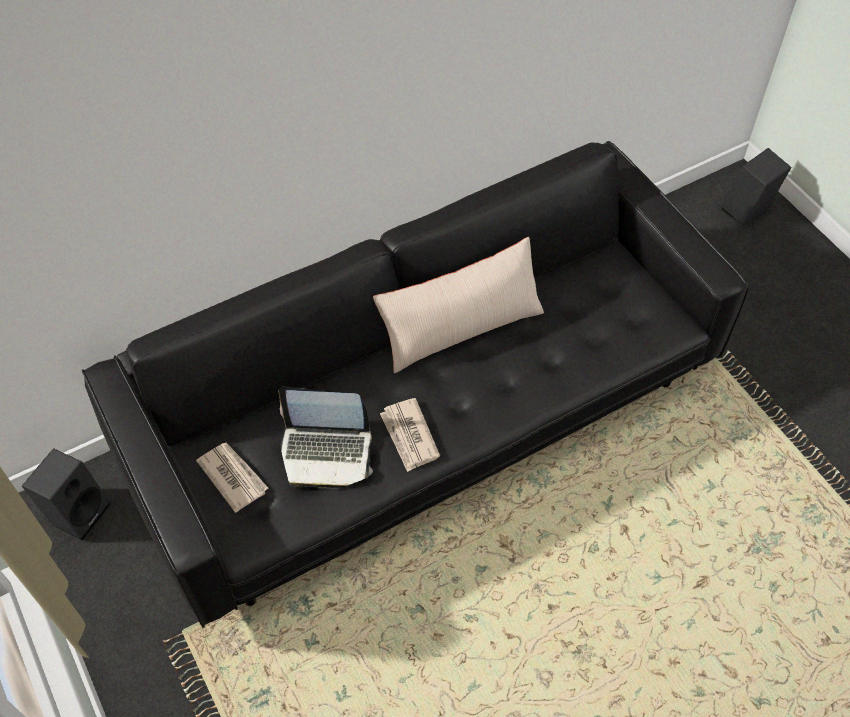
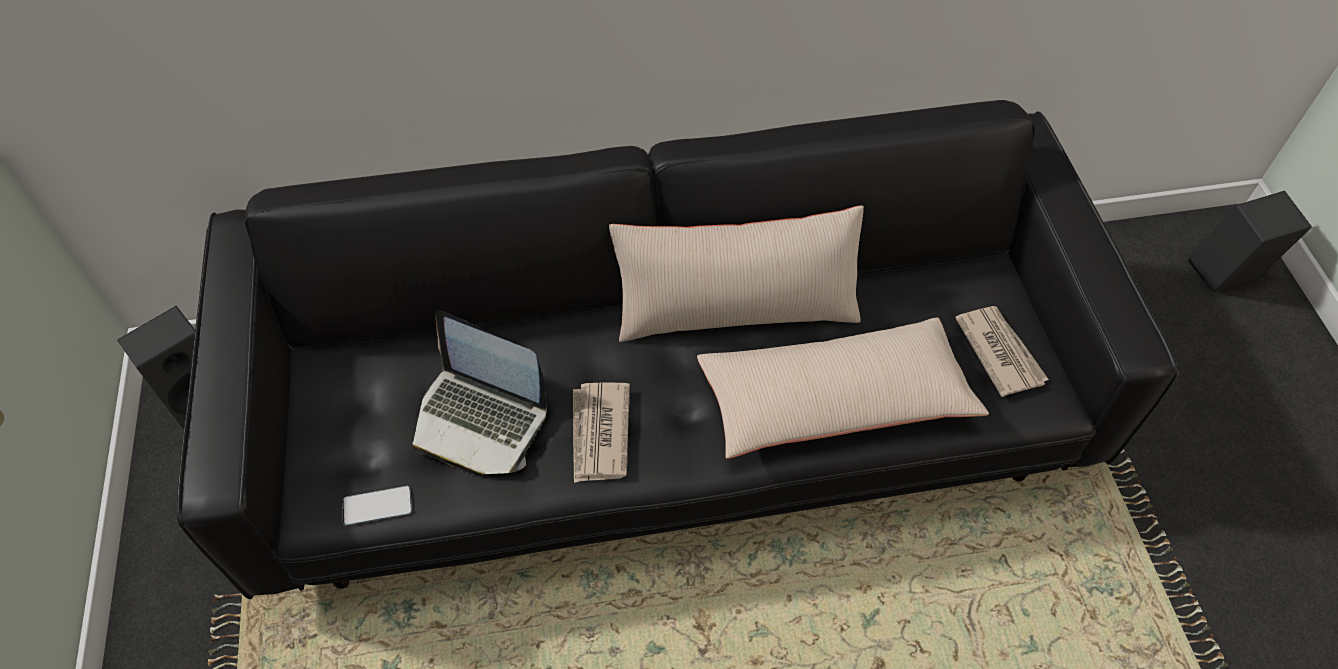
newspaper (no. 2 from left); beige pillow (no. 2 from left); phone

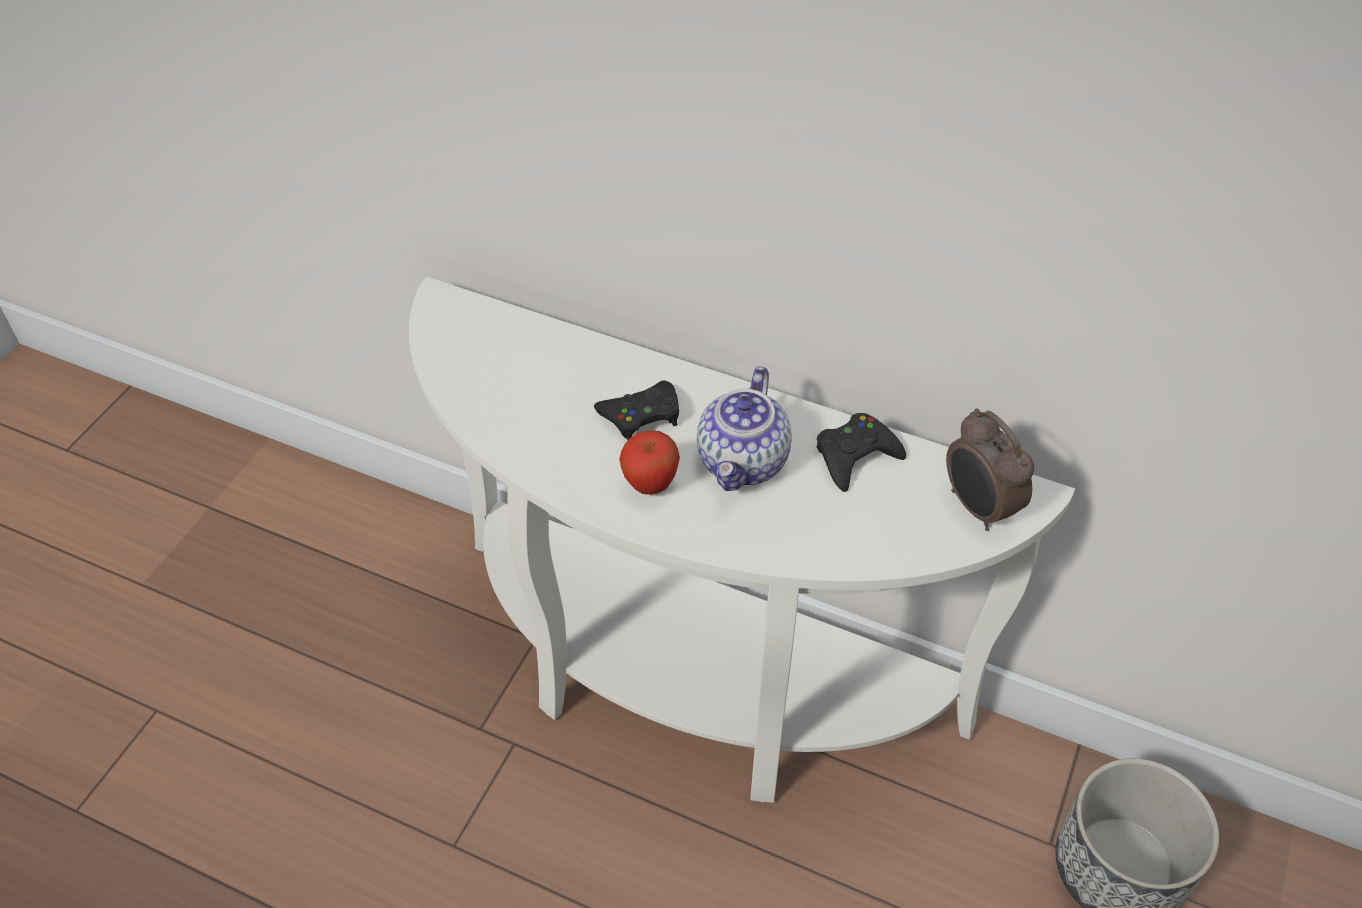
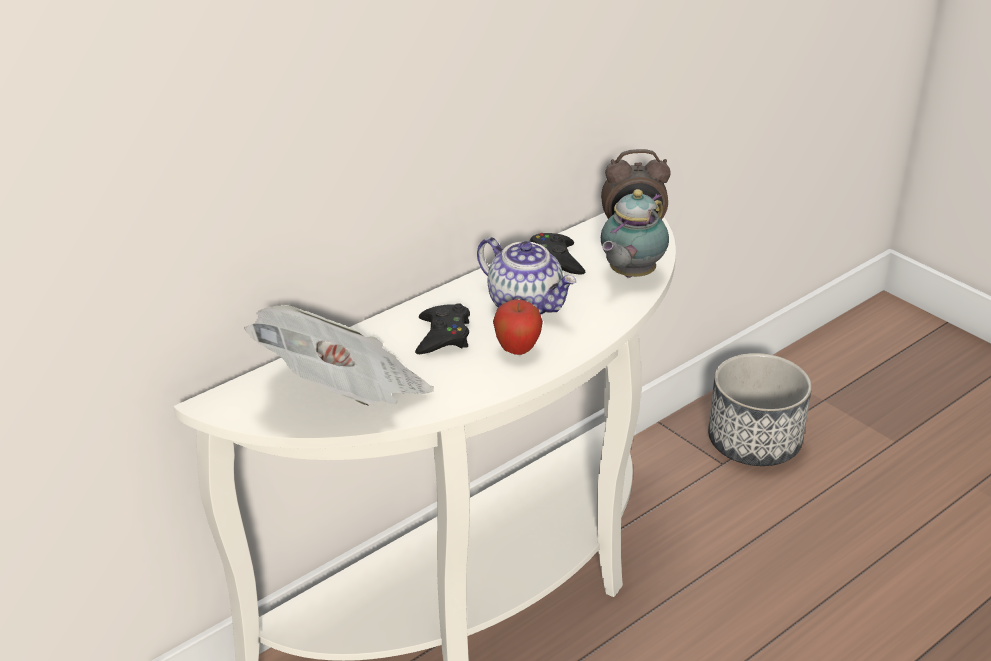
teapot (no. 2 from left); newspaper

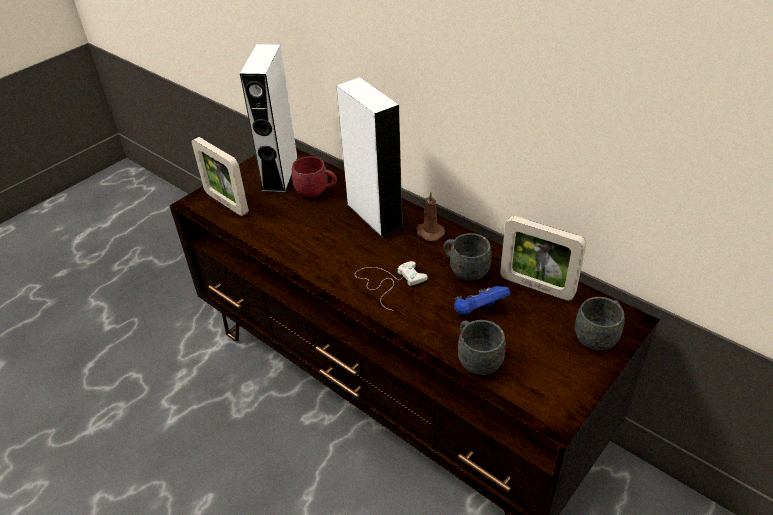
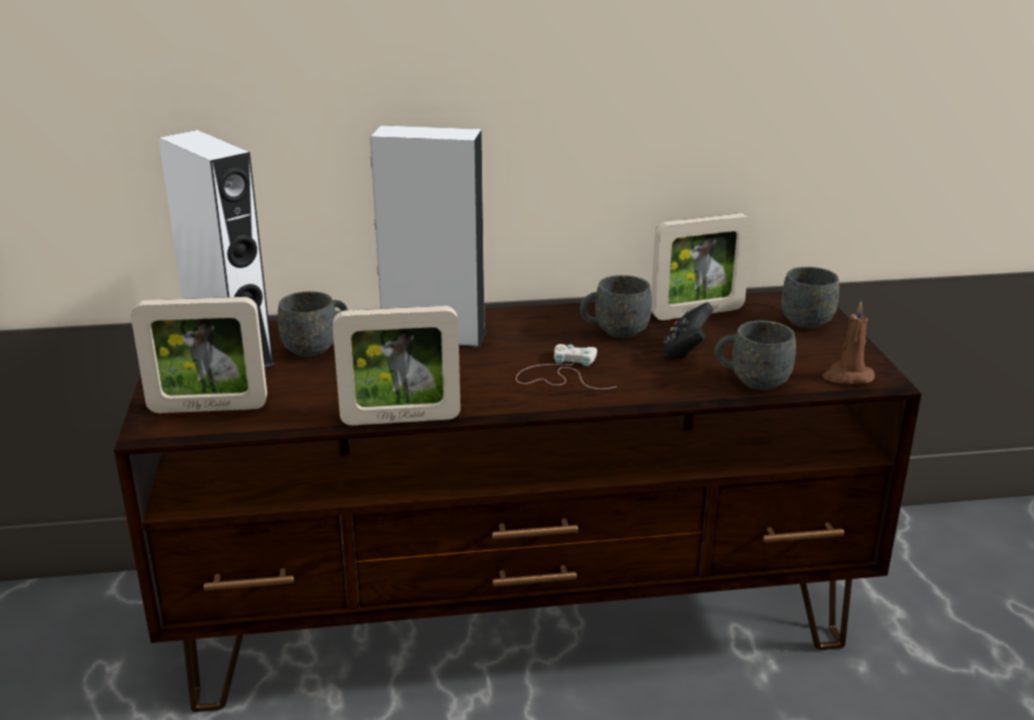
grey mug (no. 1 from left); brown candle; black game controller; picture frame (no. 2 from left)

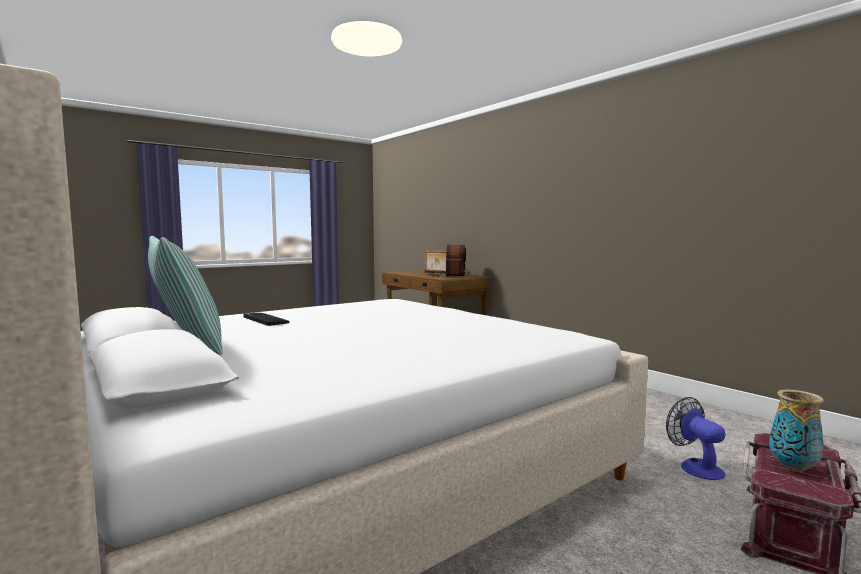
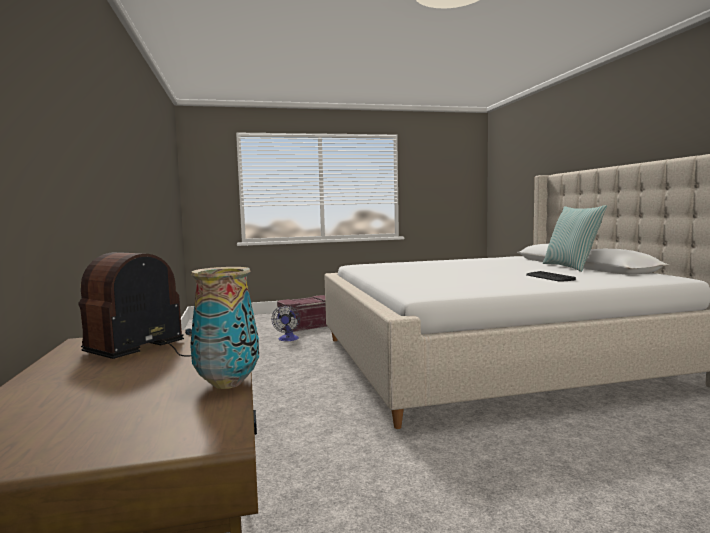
picture frame; vase

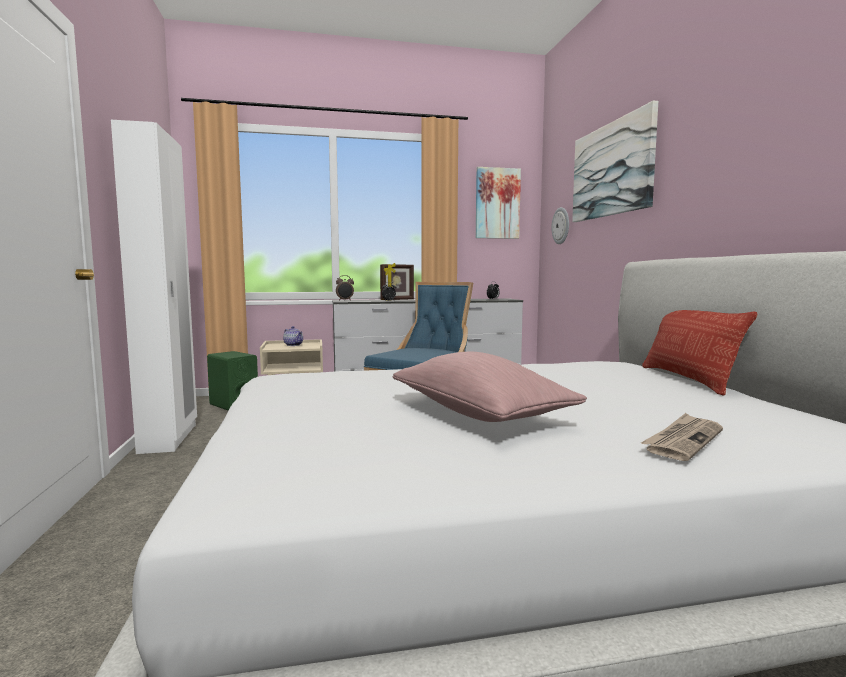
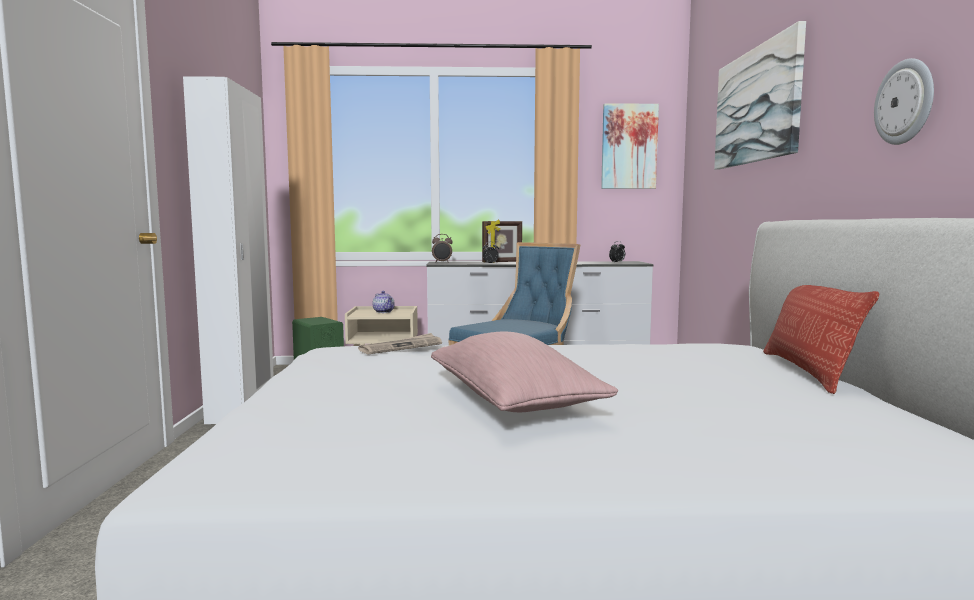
wall clock; newspaper

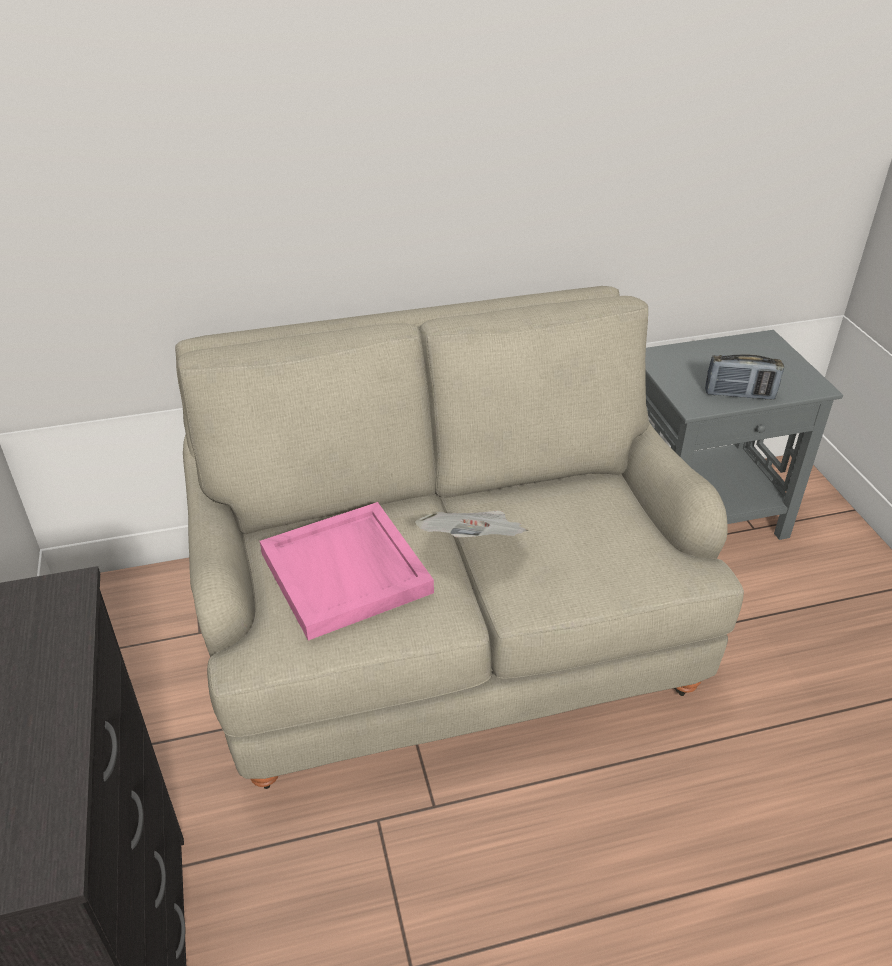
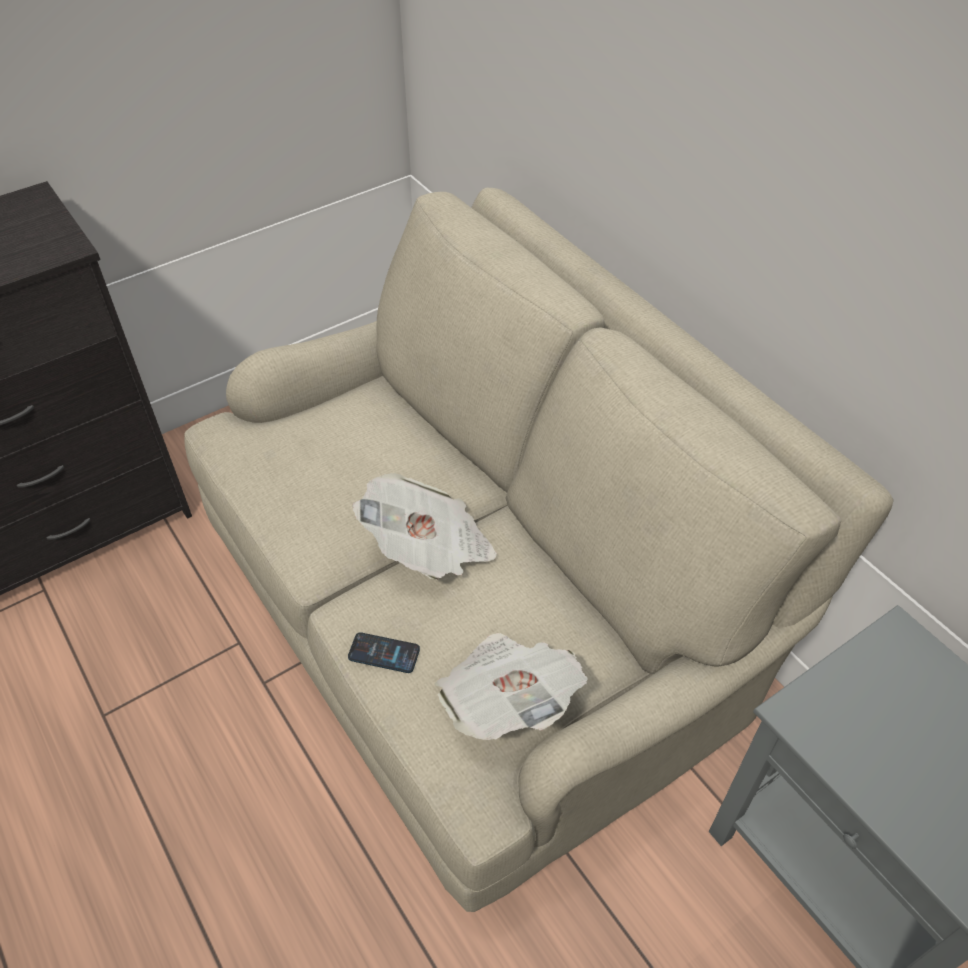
radio; pink tray; phone; newspaper (no. 2 from left)

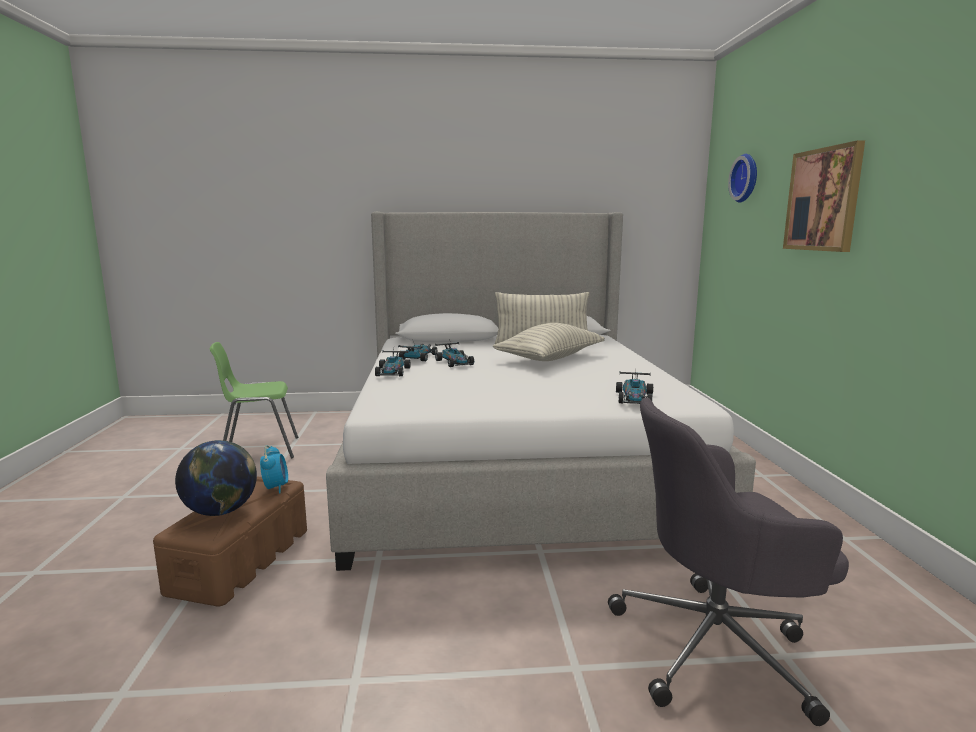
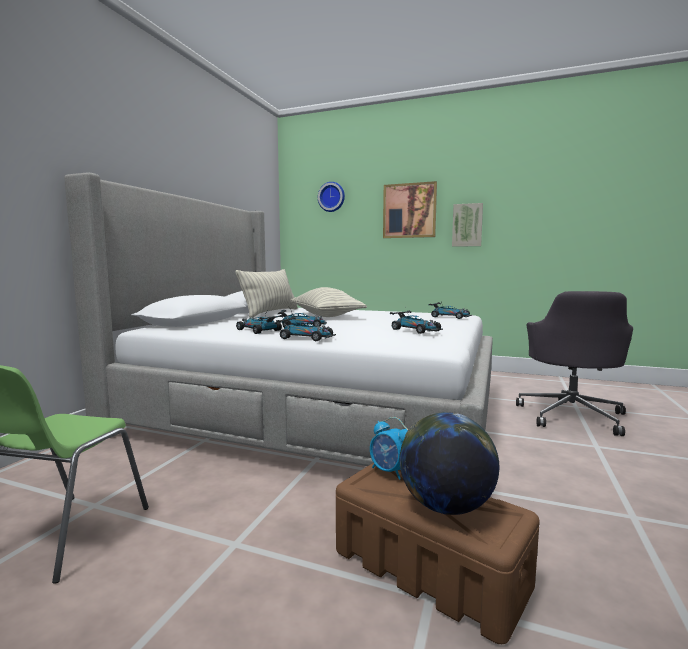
alarm clock; picture (no. 2 from left); toy car (no. 4 from left)

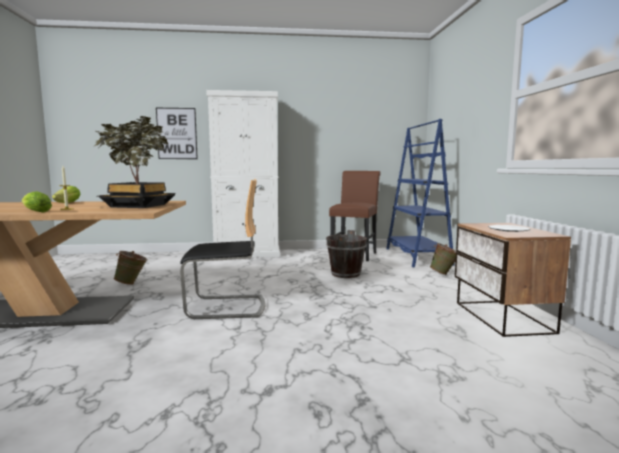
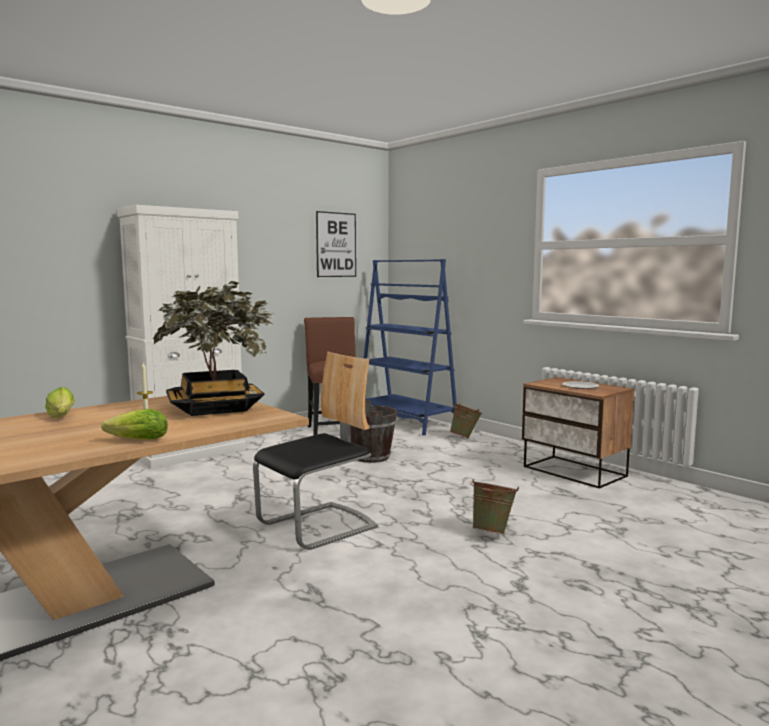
picture; green bucket (no. 2 from left)

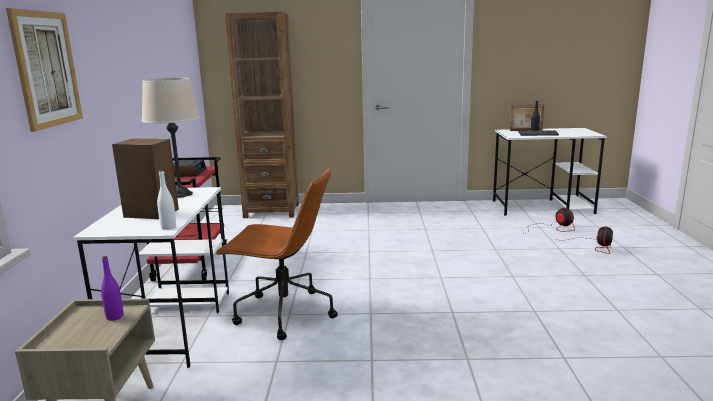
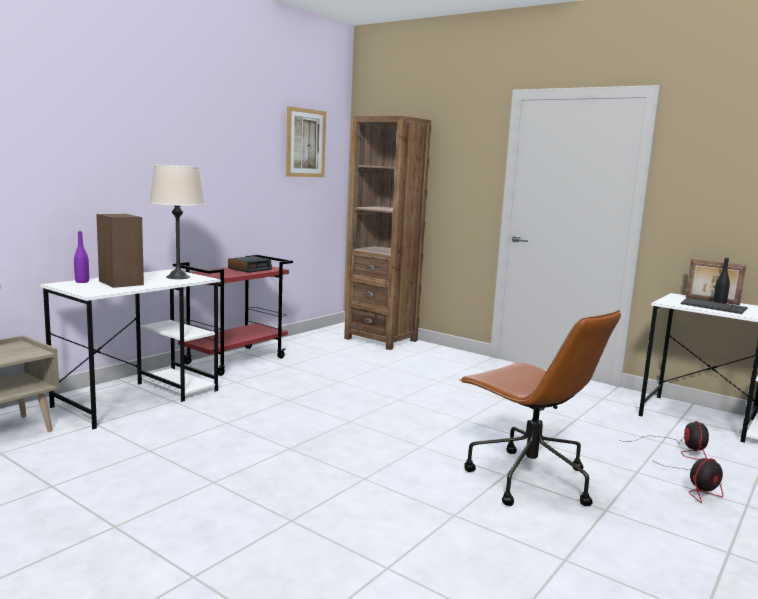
picture; brown office chair; white bottle; purple bottle

